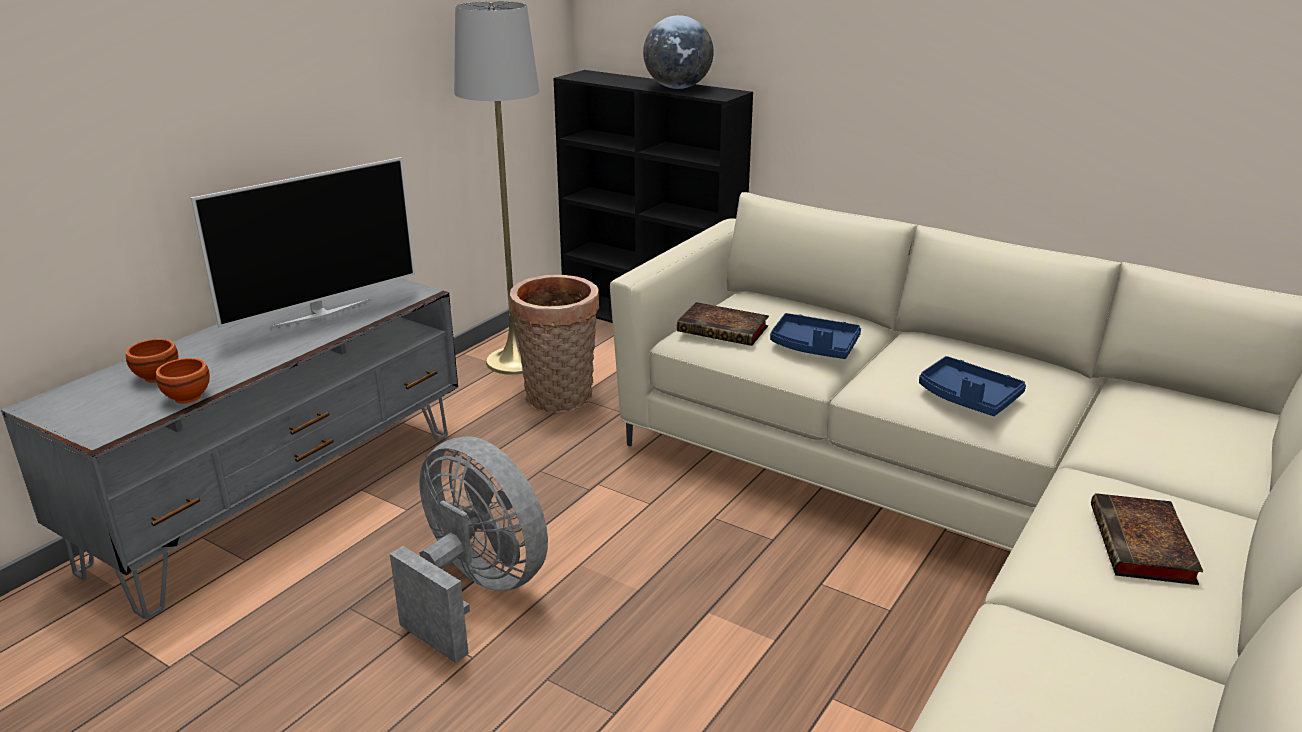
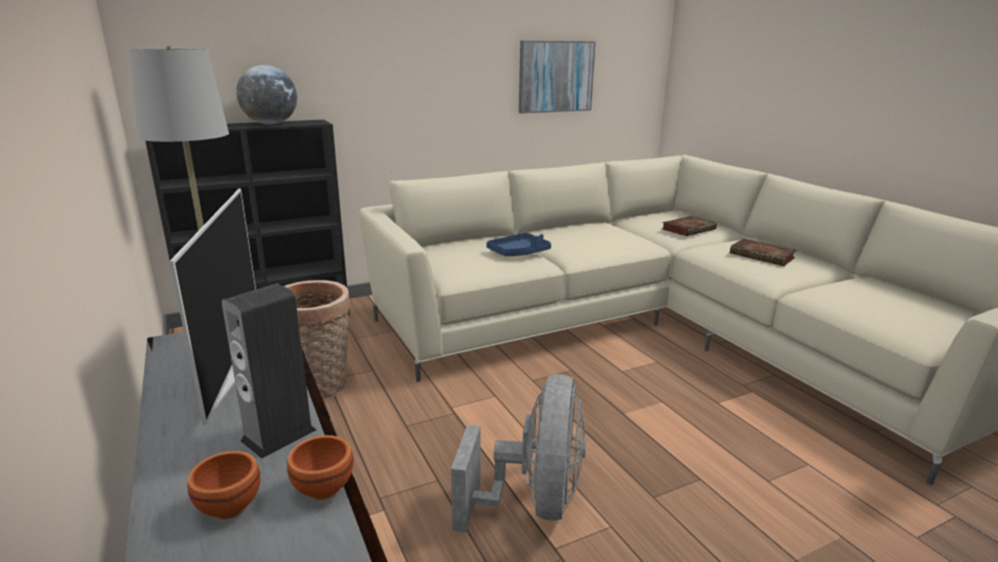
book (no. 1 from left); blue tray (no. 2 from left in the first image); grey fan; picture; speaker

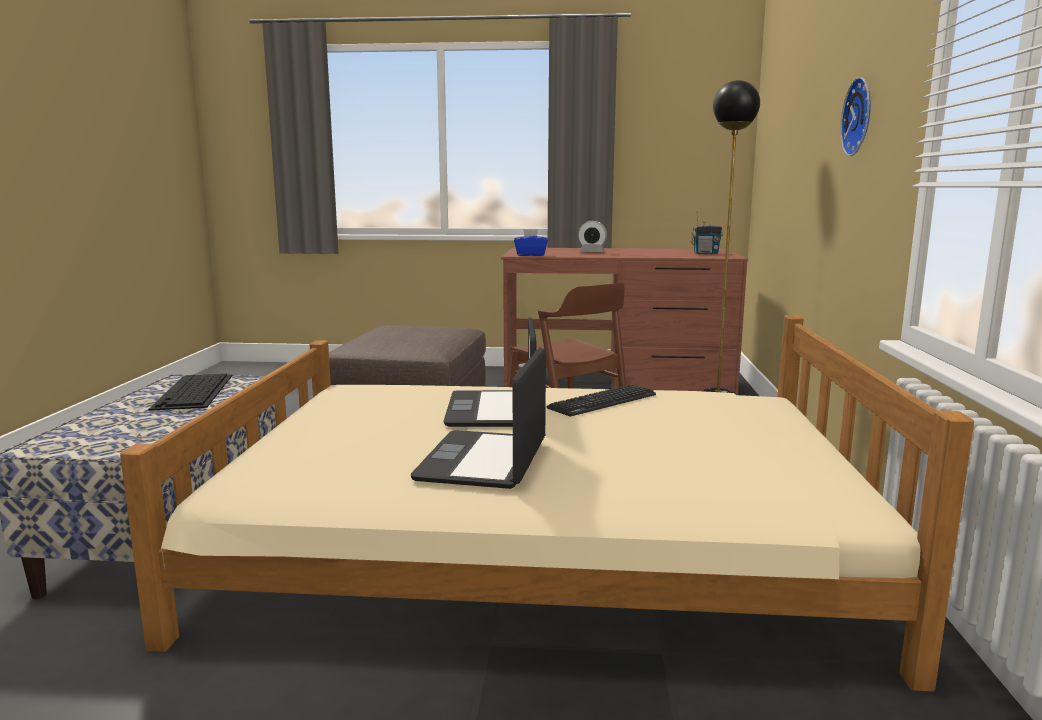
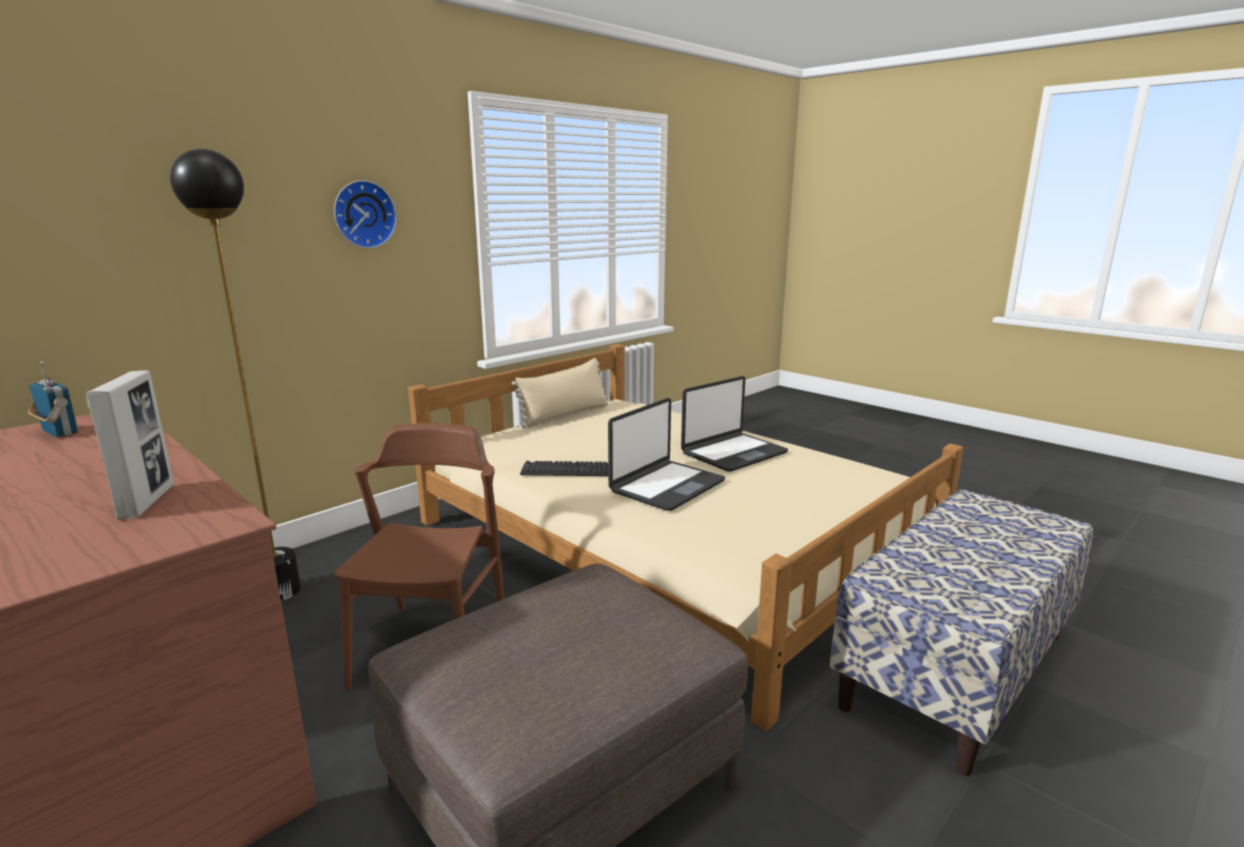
alarm clock; blue tissue box; keyboard (no. 1 from left in the first image); beige pillow; picture frame

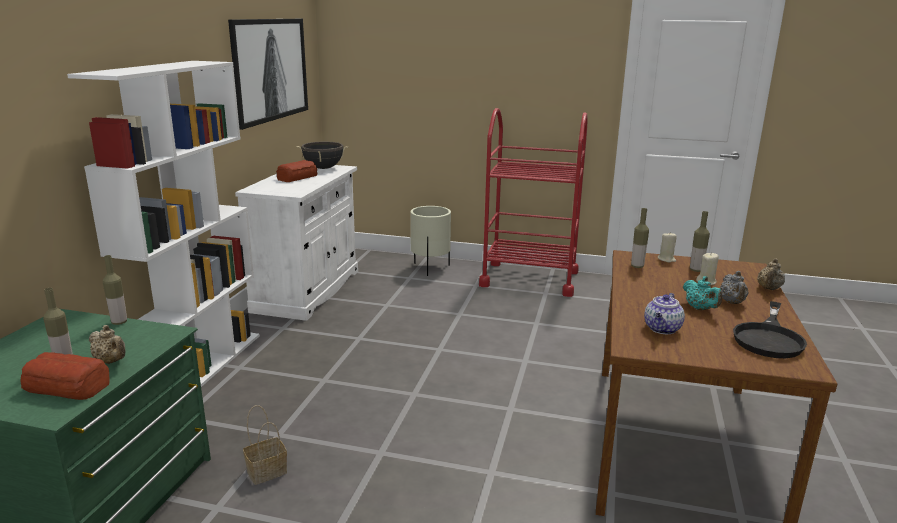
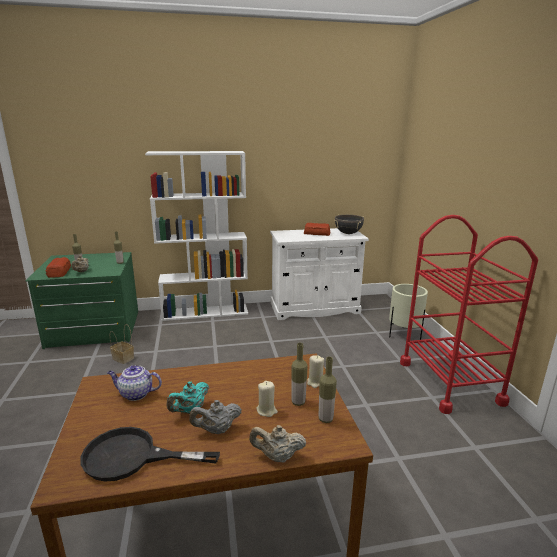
picture; bottle (no. 4 from left)

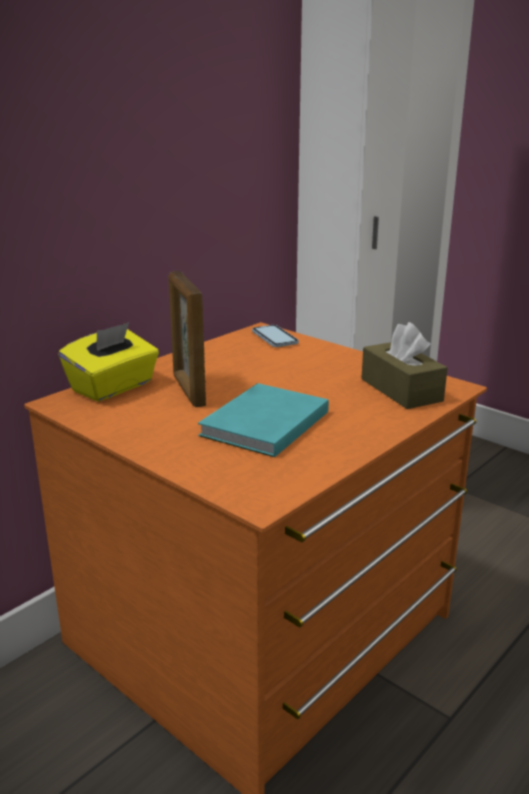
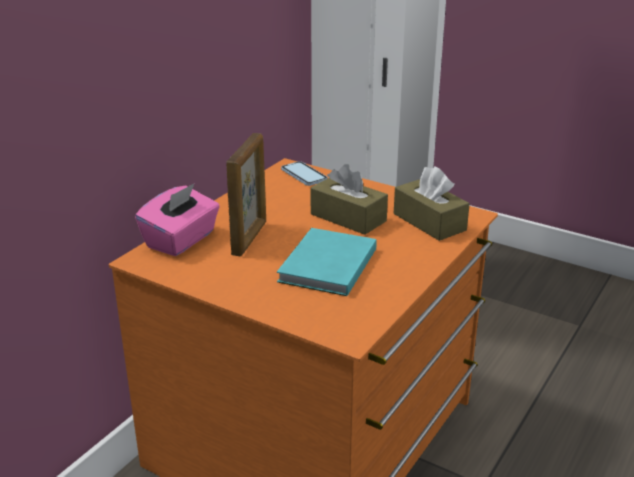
picture frame; pink tissue box; brown tissue box (no. 1 from left)

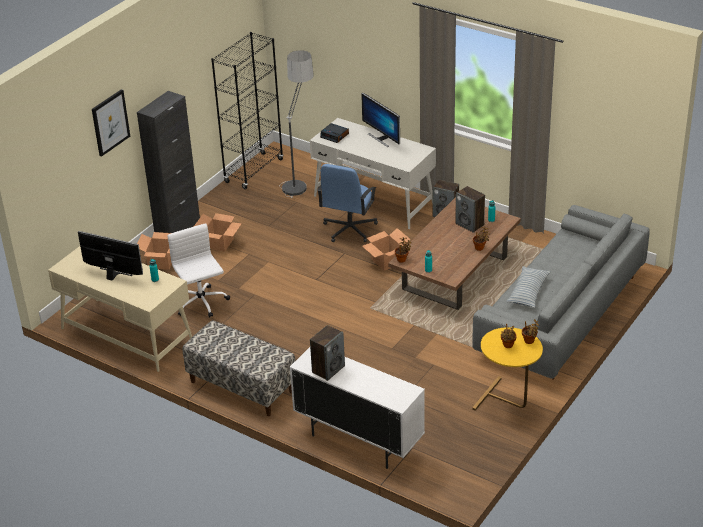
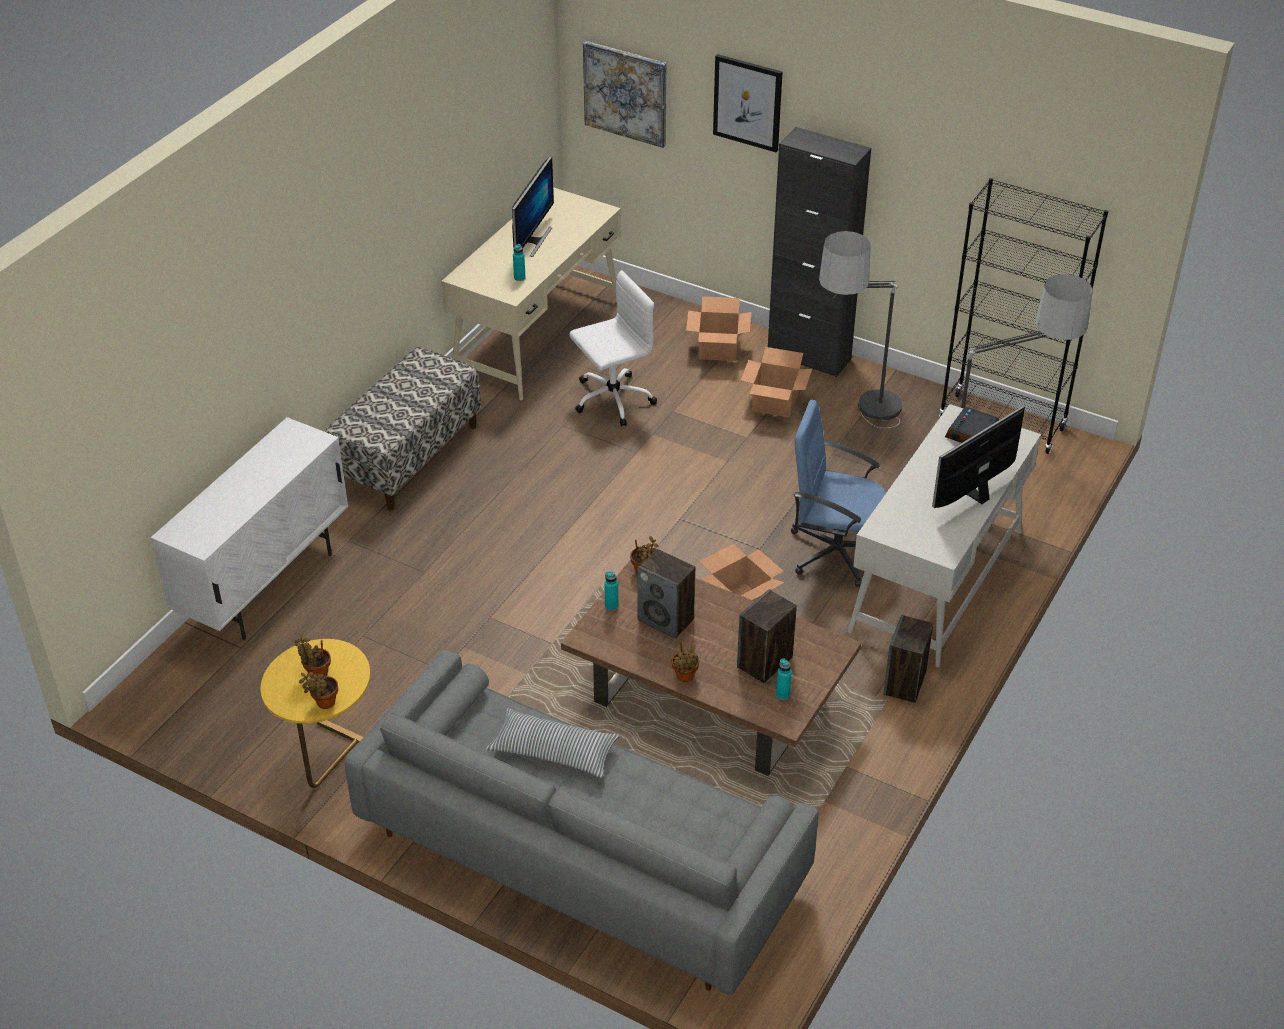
speaker (no. 1 from left); picture (no. 1 from left); floor lamp (no. 1 from left)

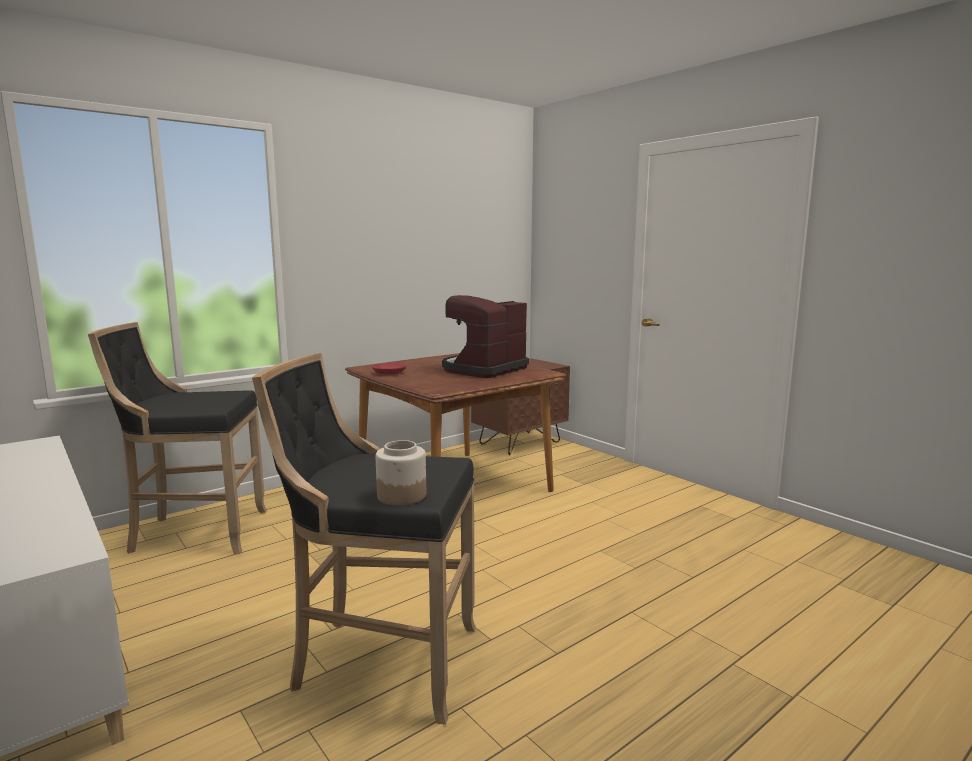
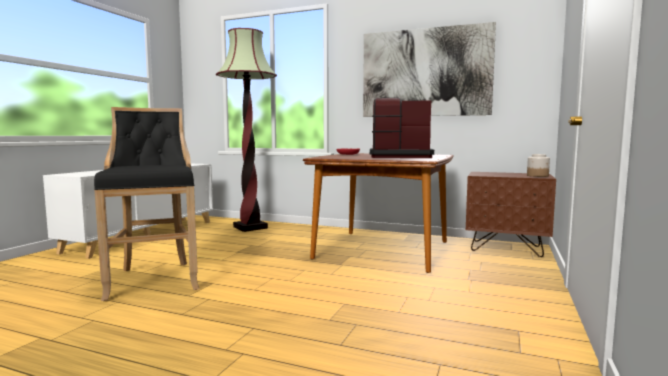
floor lamp; jar; picture

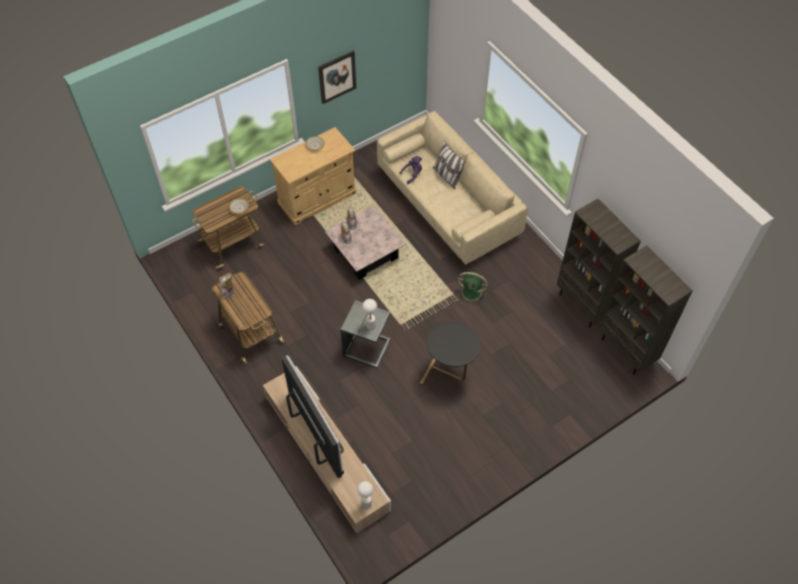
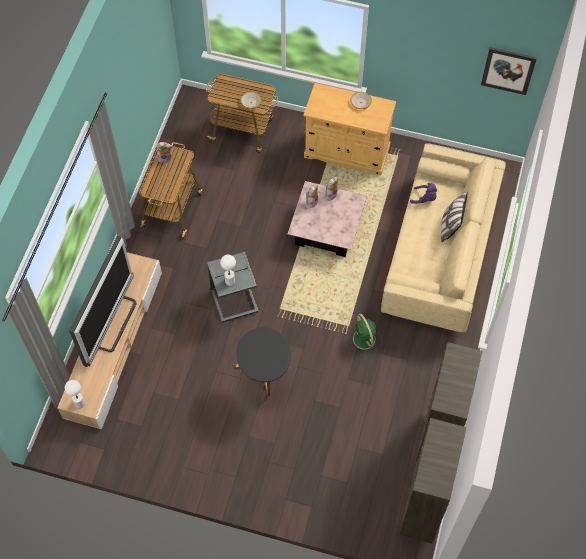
picture

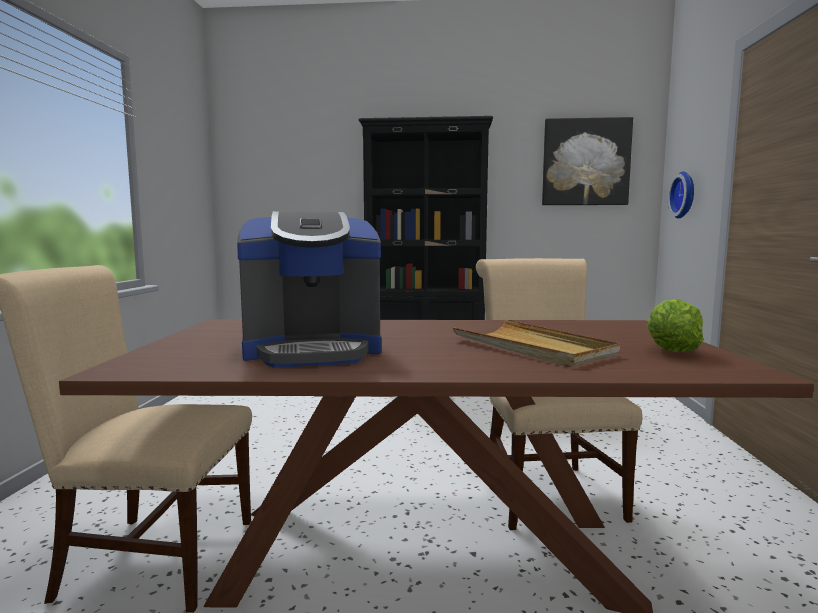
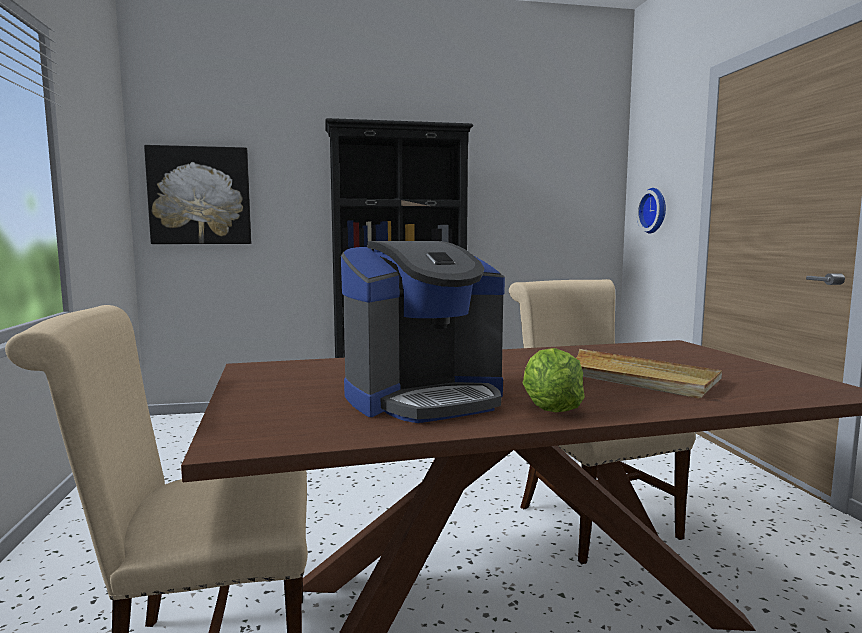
picture; lettuce

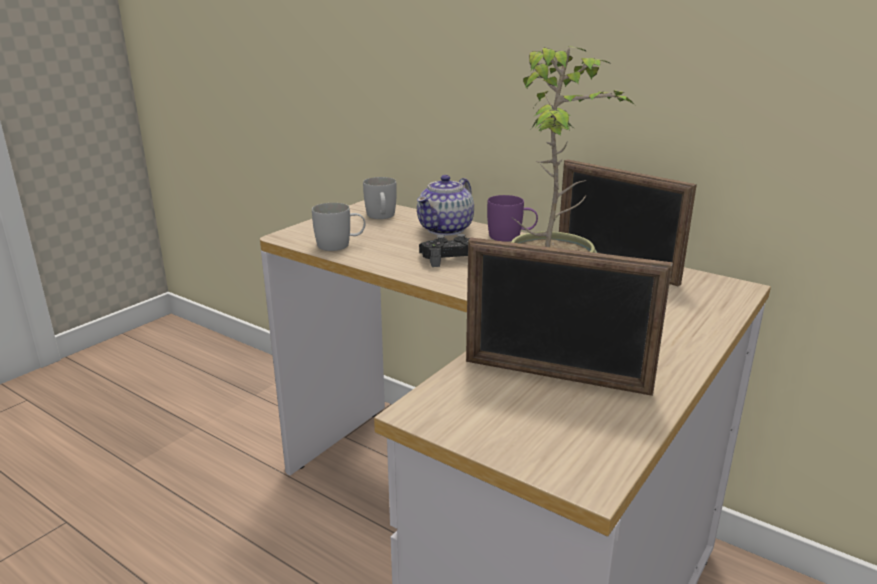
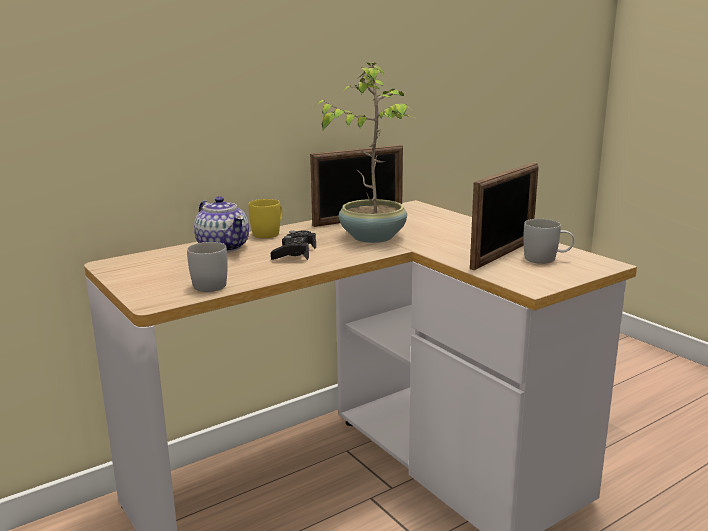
white mug (no. 2 from left); yellow mug

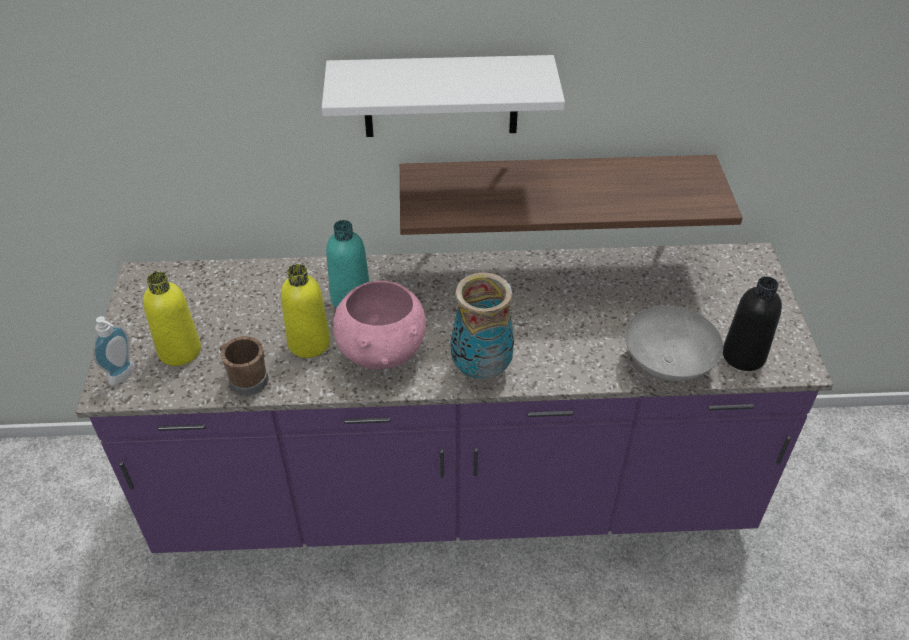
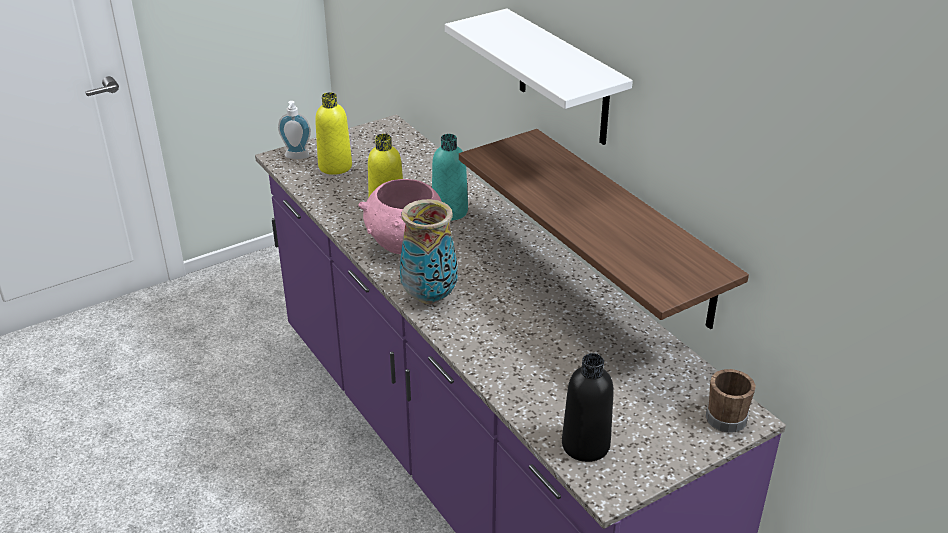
grey bowl; brown mug

